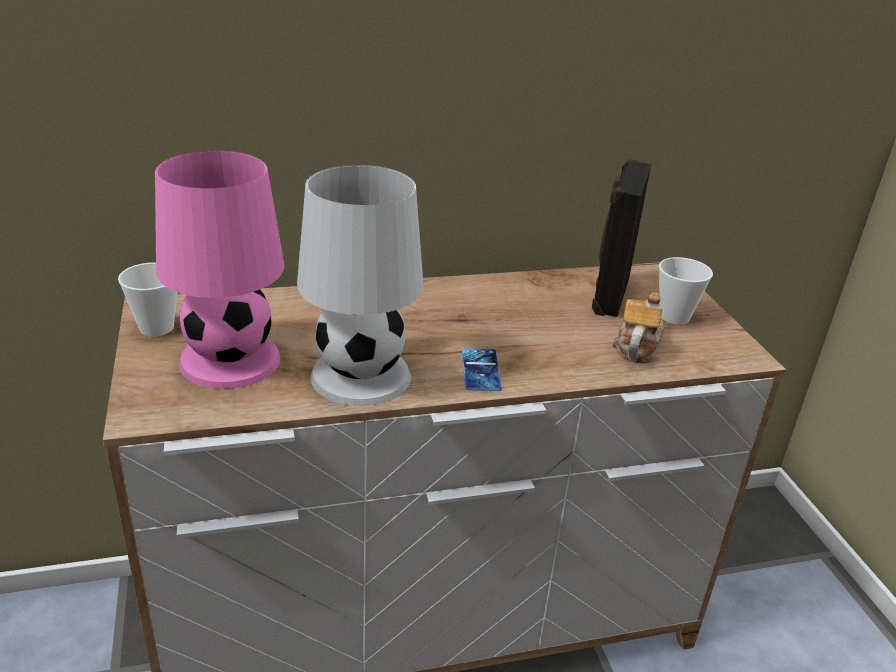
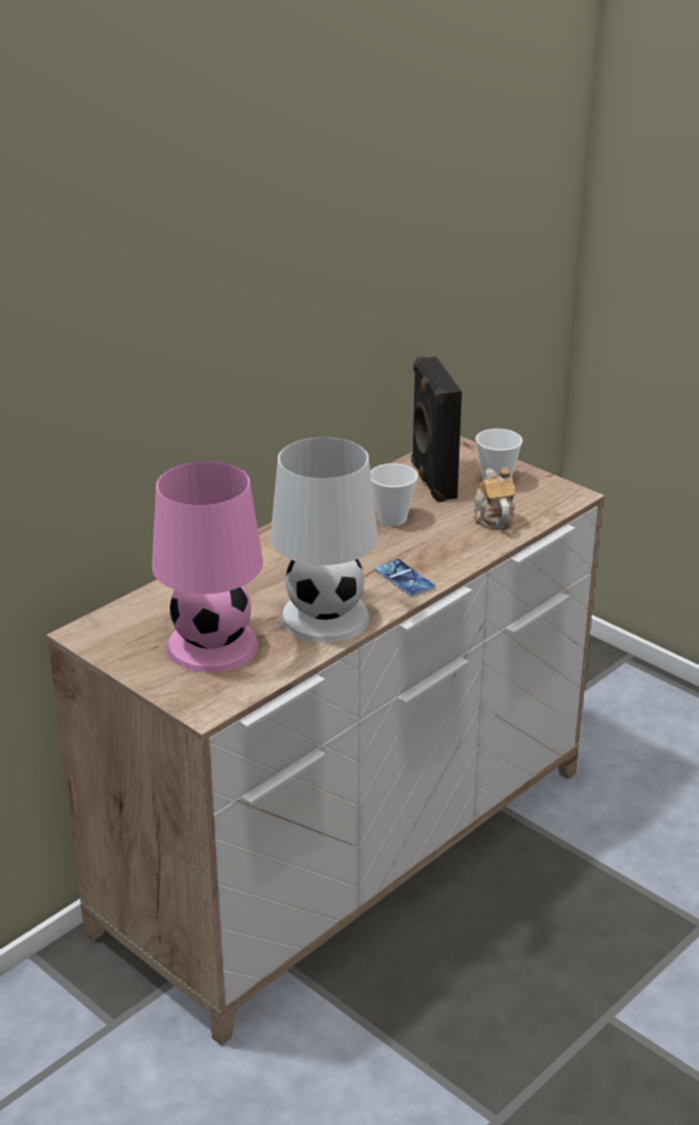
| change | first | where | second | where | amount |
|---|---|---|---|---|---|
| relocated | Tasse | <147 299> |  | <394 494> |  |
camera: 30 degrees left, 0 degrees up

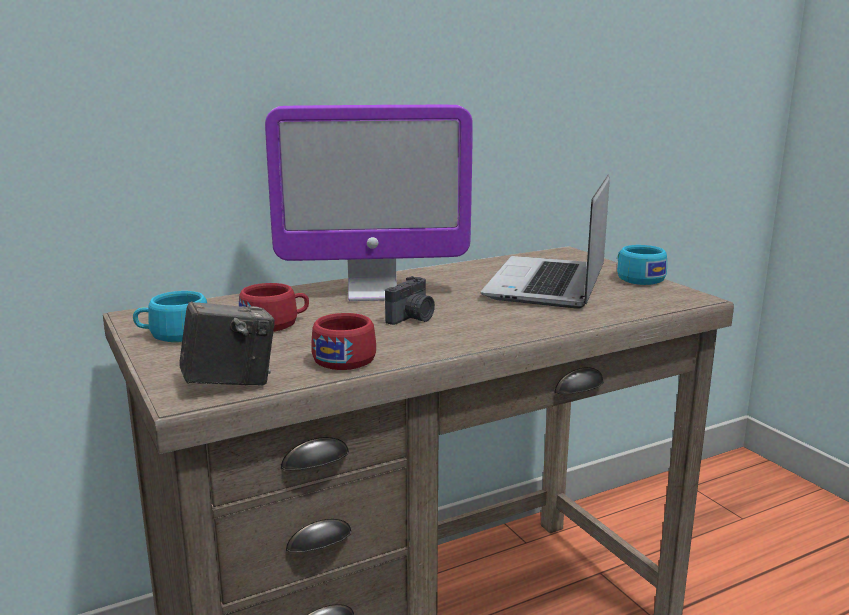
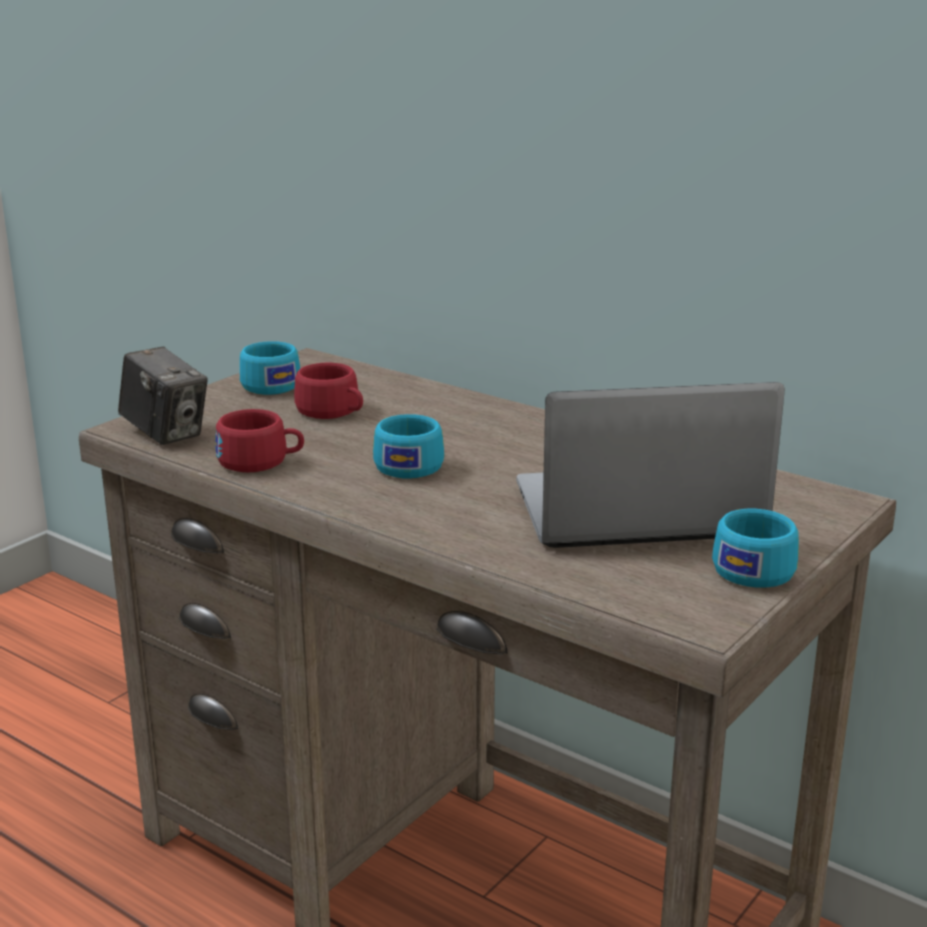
| change | first | where | second | where | amount |
|---|---|---|---|---|---|
| missing | Monitor | <369 203> |  |  |  |
| exchanged | Kamera | <410 300> | Tasse (türkis) | <408 446> |  |
camera: 65 degrees right, 5 degrees up

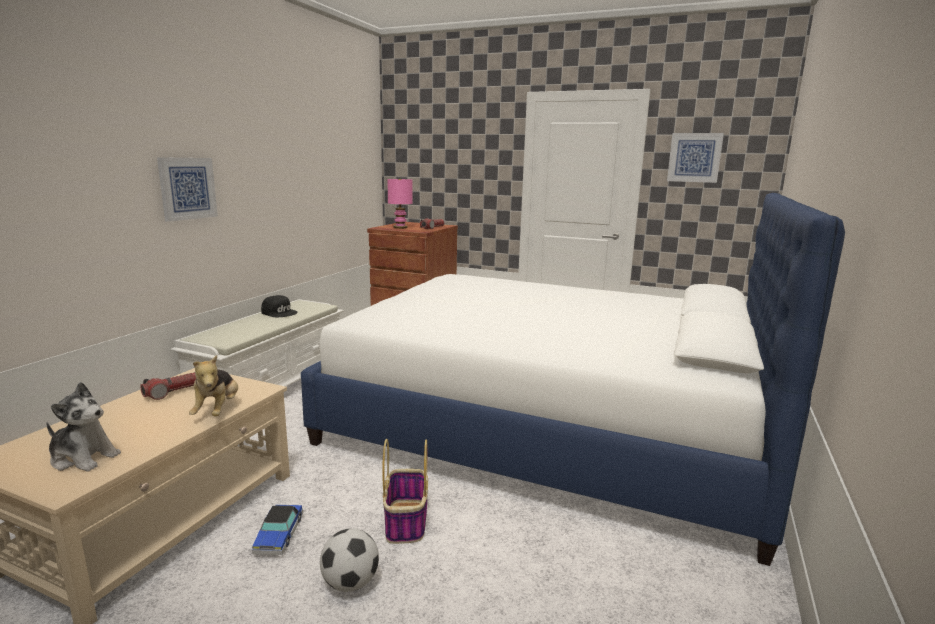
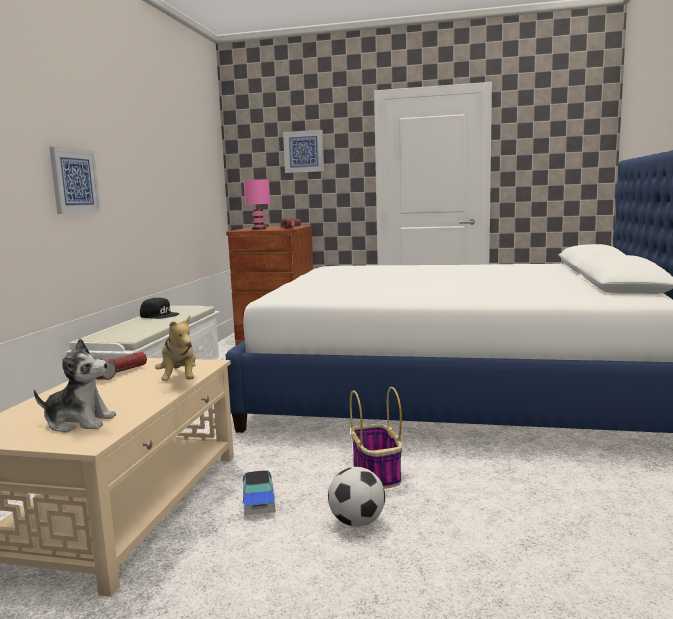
| change | first | where | second | where | amount |
|---|---|---|---|---|---|
| relocated | Bild | <695 158> |  | <303 151> |  |
camera: 10 degrees left, 5 degrees down

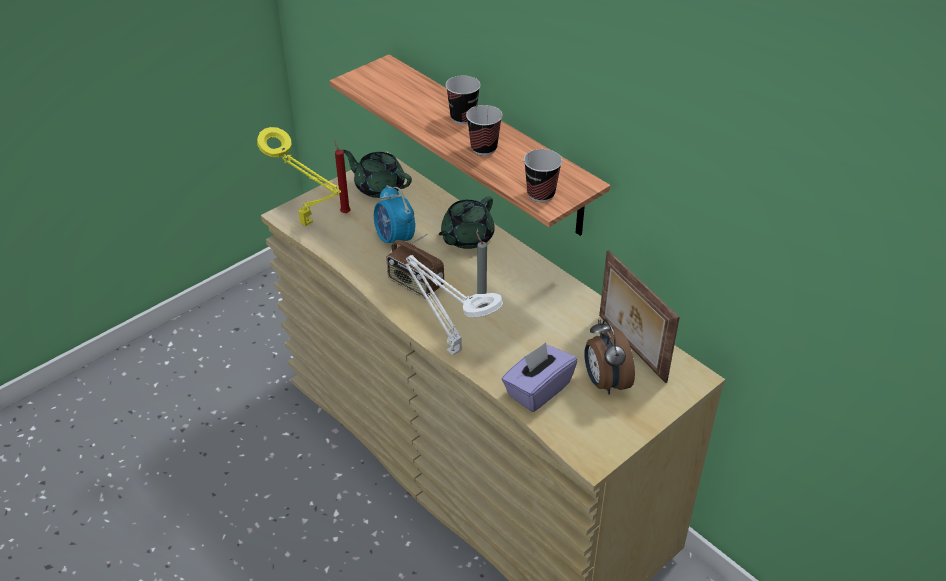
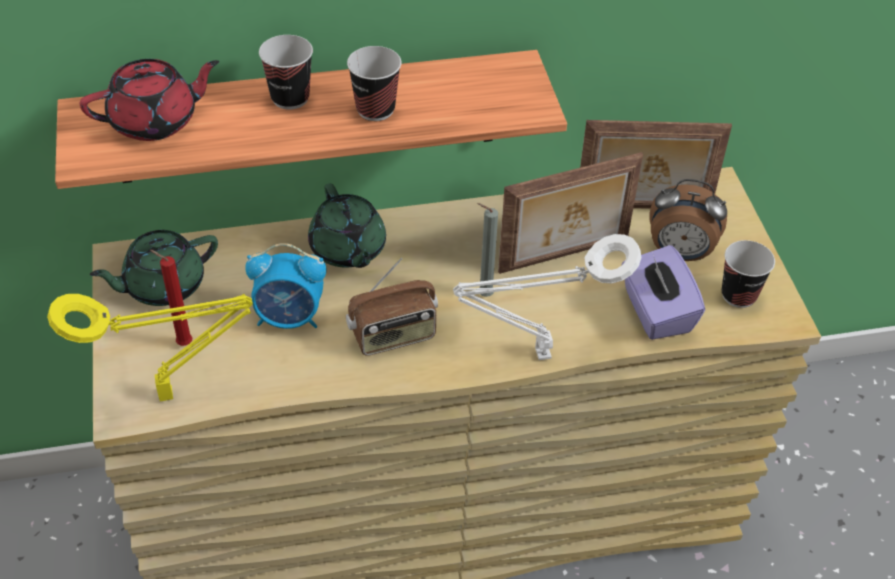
| change | first | where | second | where | amount |
|---|---|---|---|---|---|
| relocated | Tasse | <543 175> |  | <748 274> |  |
| appeared |  |  | Teekanne (rot) | <149 100> |  |
| appeared |  |  | Bilderrahmen | <570 213> |  |
camera: 60 degrees left, 5 degrees up

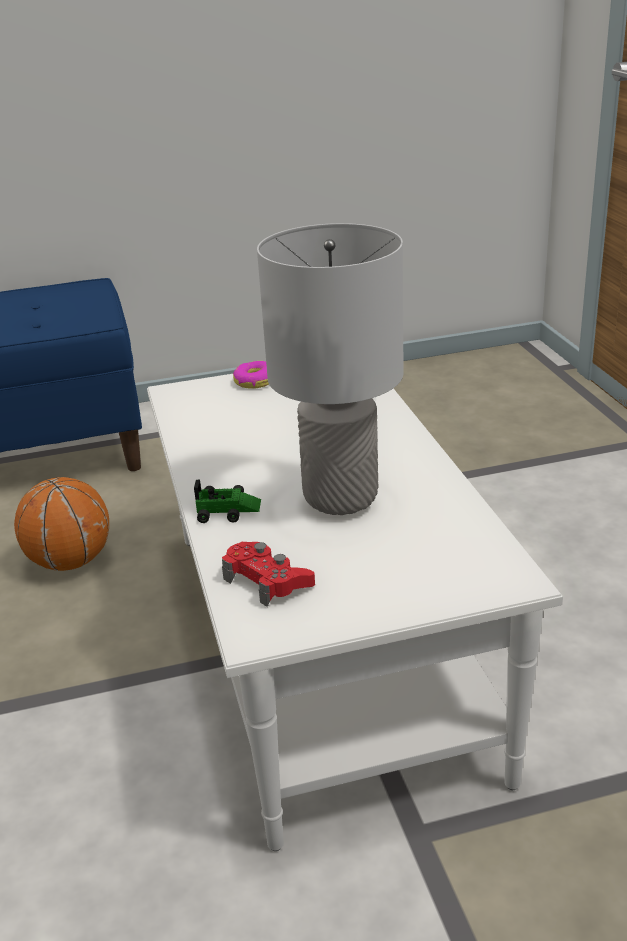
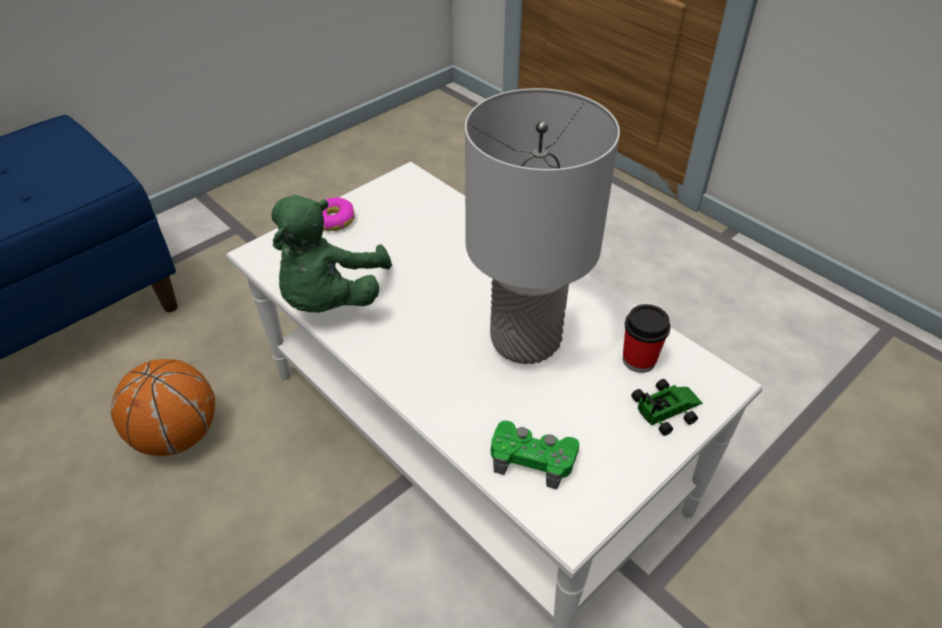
| change | first | where | second | where | amount |
|---|---|---|---|---|---|
| relocated | Spielzeugauto | <227 501> |  | <667 407> |  |
| colour | Gamepad (rot) | <268 574> | Gamepad (grün) | <535 455> |  |
| appeared |  |  | Plüschtier (grün) | <331 254> |  |
| appeared |  |  | Tasse | <647 338> |  |
camera: 30 degrees left, 15 degrees up

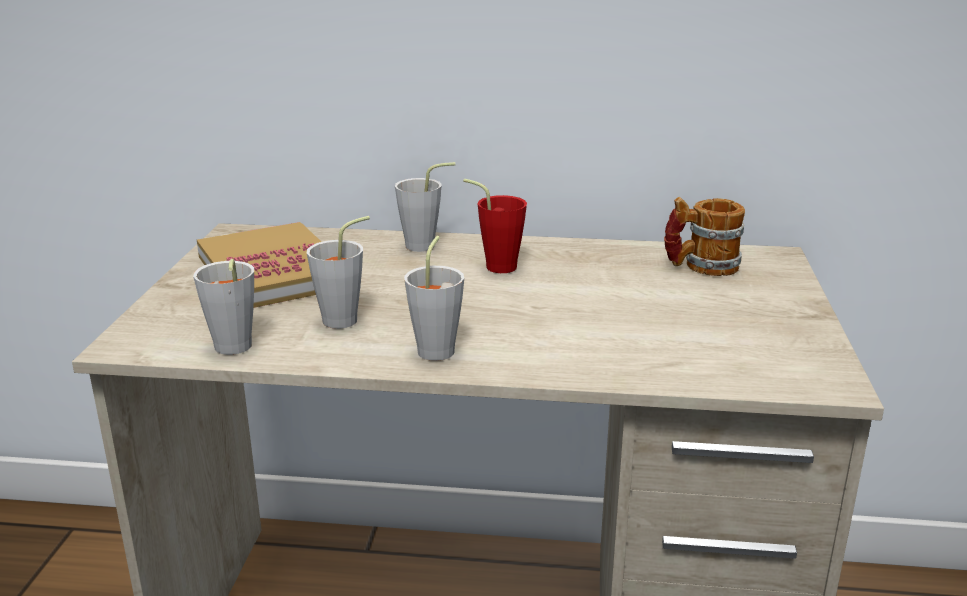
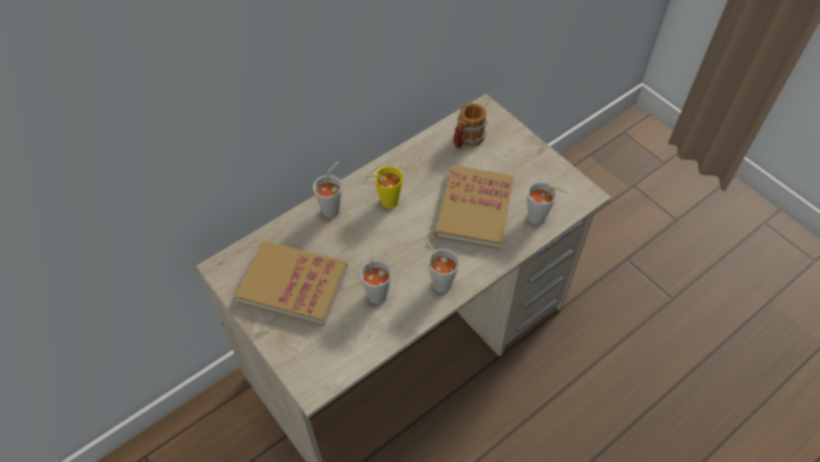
| change | first | where | second | where | amount |
|---|---|---|---|---|---|
| colour | Tasse (rot) | <495 226> | Tasse (gelb) | <384 187> |  |
| relocated | Tasse (grau) | <223 307> |  | <548 203> |  |
| appeared |  |  | Buch | <474 207> |  |
camera: 45 degrees left, 30 degrees up

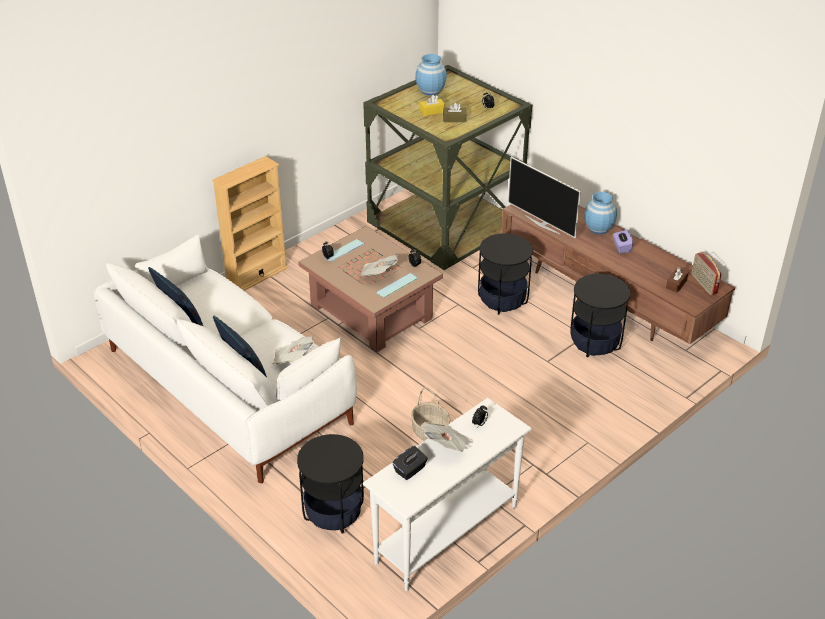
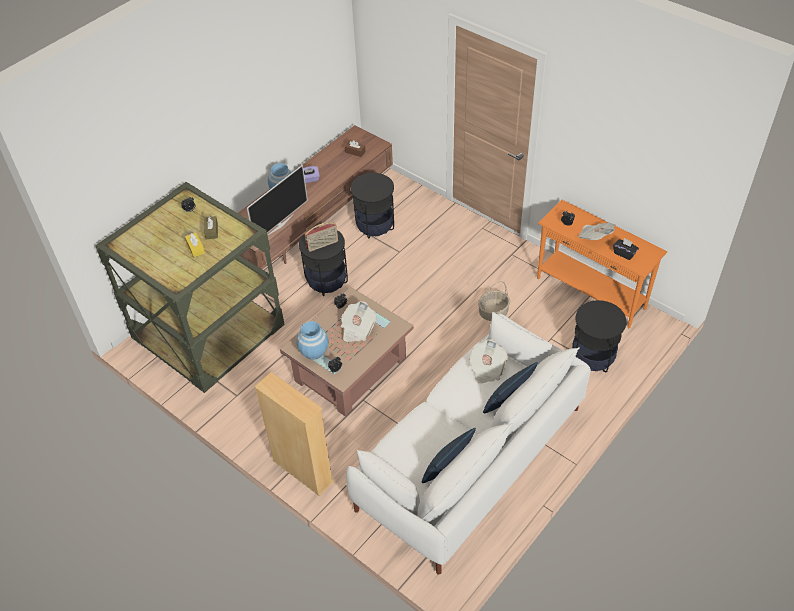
| change | first | where | second | where | amount |
|---|---|---|---|---|---|
| relocated | Vase (blau) | <431 75> |  | <312 340> |  |
| relocated | Radio | <706 273> |  | <321 237> |  |
| colour | Konsolentisch (weiß) | <447 494> | Konsolentisch (orange) | <602 264> |  |
camera: 95 degrees left, 10 degrees up

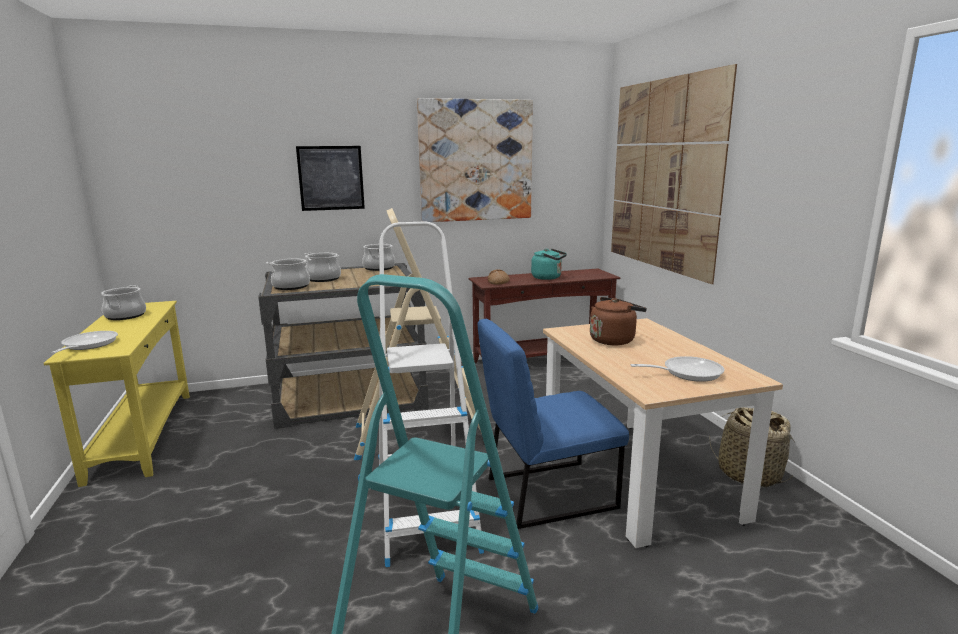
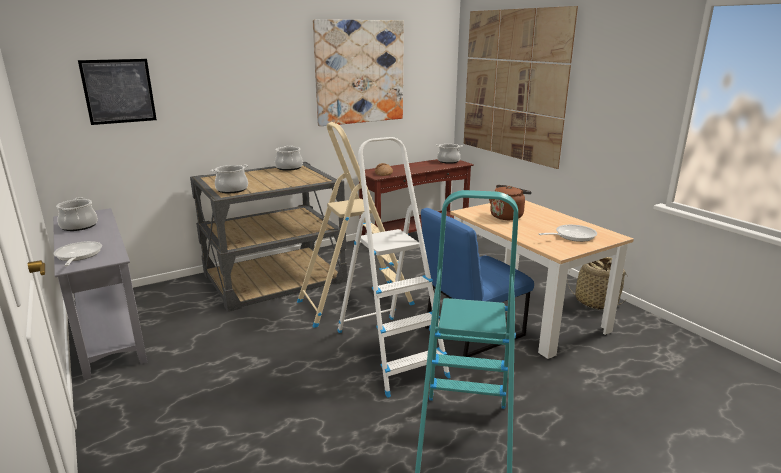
| change | first | where | second | where | amount |
|---|---|---|---|---|---|
| relocated | Bild | <330 178> |  | <117 92> |  |
| missing | Wasserkessel (türkis) | <549 264> |  |  |  |
| relocated | Kochtopf | <322 267> |  | <449 154> |  |
| colour | Konsolentisch (gelb) | <117 394> | Konsolentisch (grau) | <100 294> |  |
camera: 15 degrees left, 5 degrees up

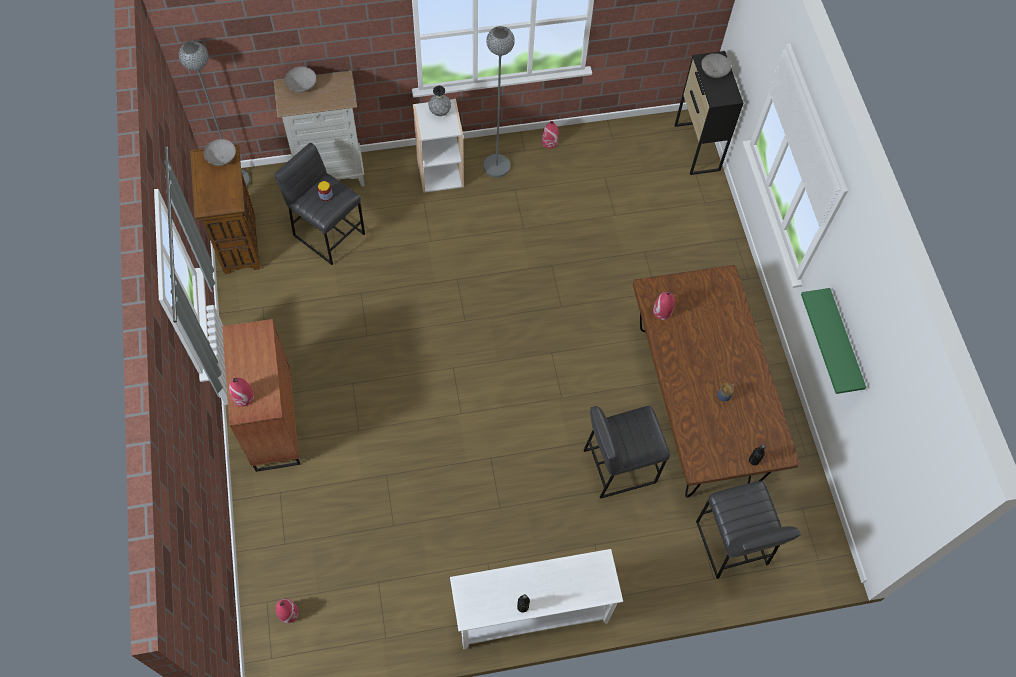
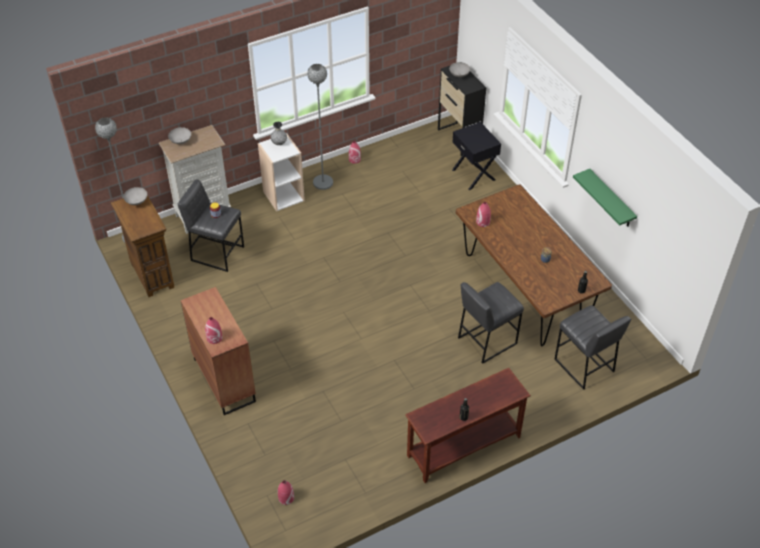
| change | first | where | second | where | amount |
|---|---|---|---|---|---|
| colour | Konsolentisch (weiß) | <536 599> | Konsolentisch (braun) | <468 425> |  |
| appeared |  |  | Nachttisch (schwarz) | <476 156> |  |
camera: 15 degrees left, 15 degrees down

